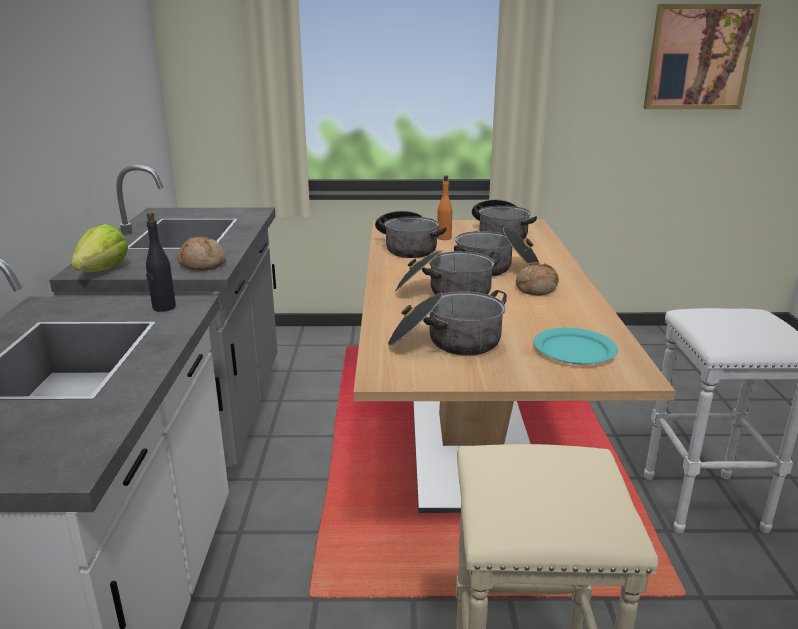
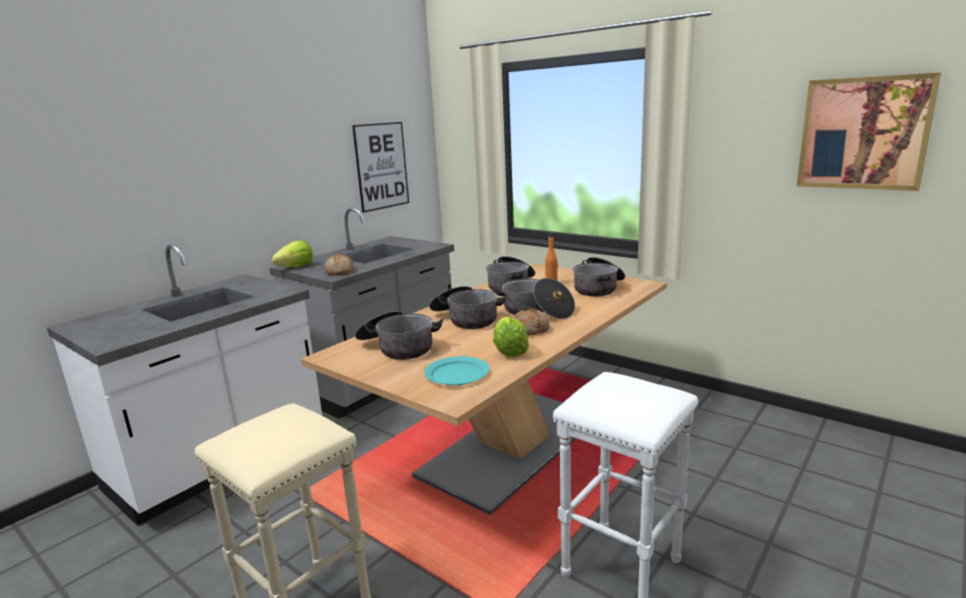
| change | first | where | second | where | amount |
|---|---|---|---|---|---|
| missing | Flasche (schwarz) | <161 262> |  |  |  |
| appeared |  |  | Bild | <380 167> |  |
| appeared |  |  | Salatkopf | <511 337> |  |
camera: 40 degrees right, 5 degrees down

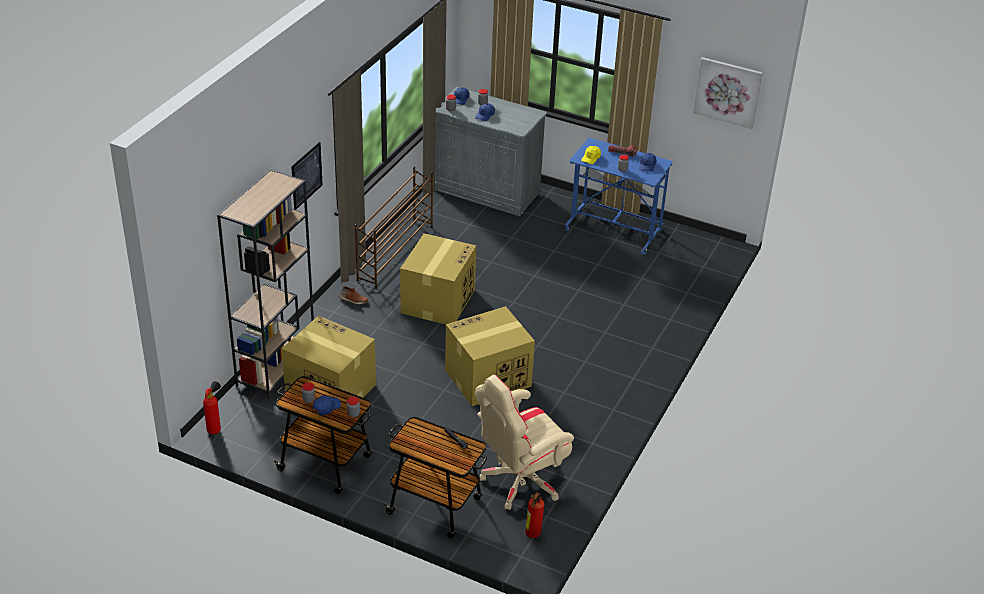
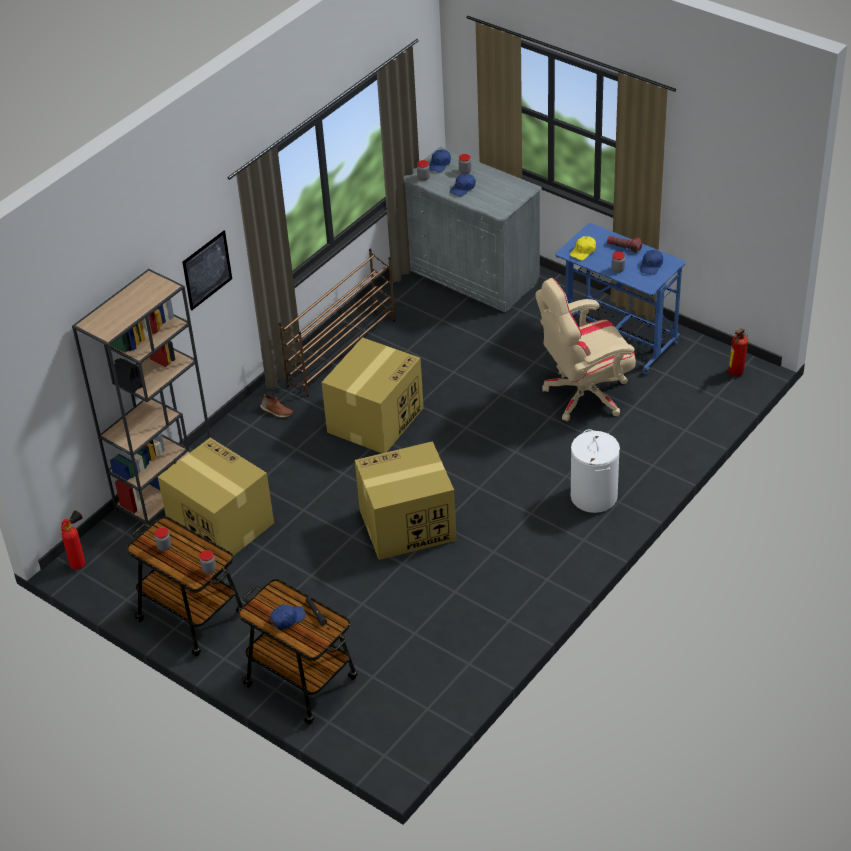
| change | first | where | second | where | amount |
|---|---|---|---|---|---|
| missing | Bild | <728 93> |  |  |  |
| relocated | Bürostuhl (beige) | <524 442> |  | <586 349> |  |
| relocated | Kappe (blau) | <327 405> |  | <288 617> |  |
| relocated | Feuerlöscher | <534 515> |  | <738 352> |  |
| appeared |  |  | Wäschekorb (weiß) | <595 471> |  |
camera: 15 degrees right, 5 degrees up

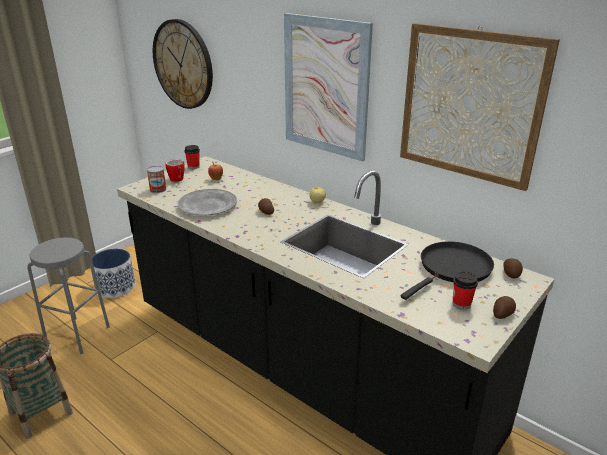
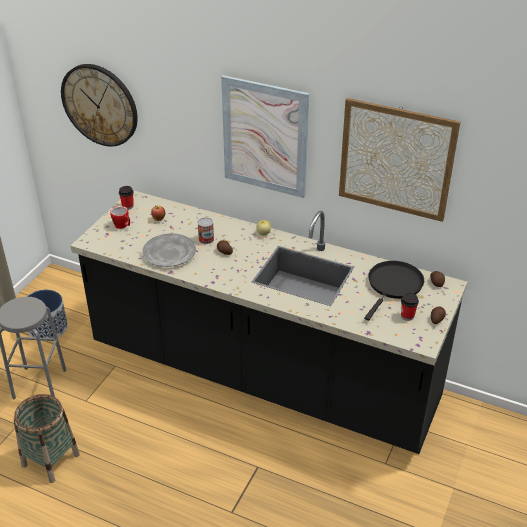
| change | first | where | second | where | amount |
|---|---|---|---|---|---|
| relocated | Dose | <157 179> |  | <206 230> |  |
camera: 15 degrees left, 10 degrees up

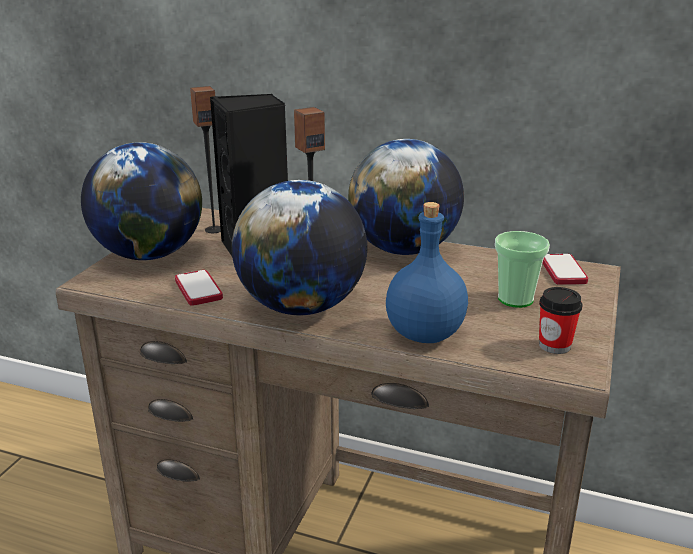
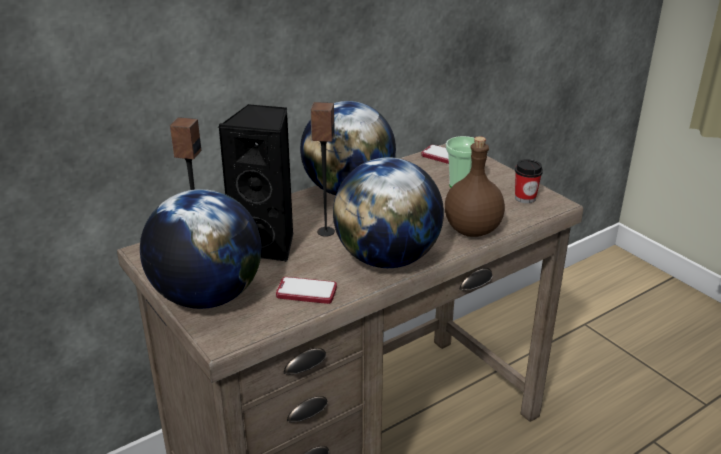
| change | first | where | second | where | amount |
|---|---|---|---|---|---|
| colour | Flasche (blau) | <427 272> | Flasche (braun) | <475 186> |  |
camera: 55 degrees left, 5 degrees up

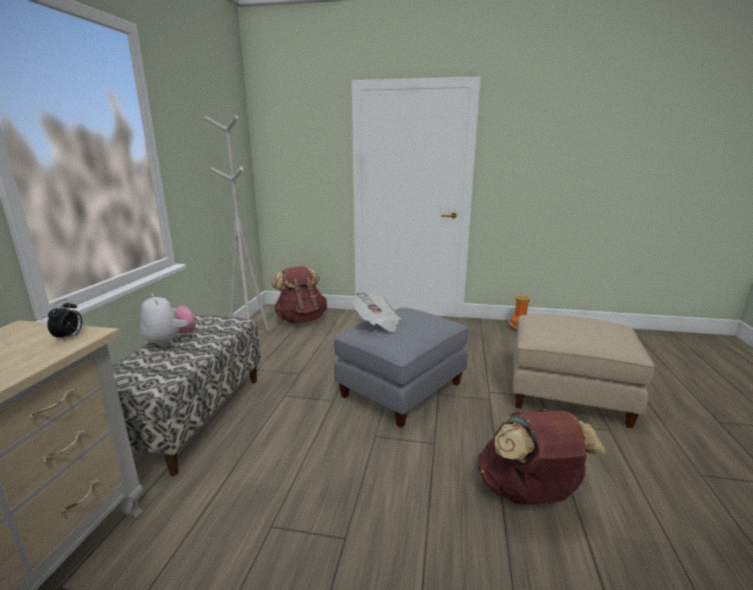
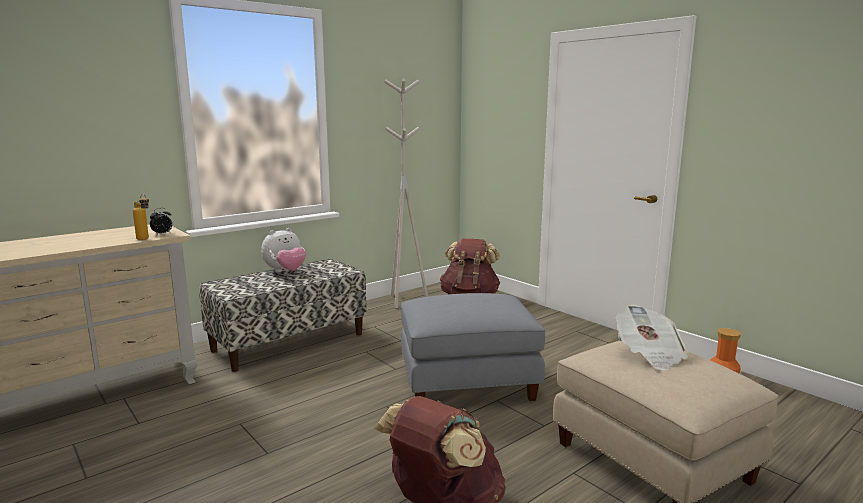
| change | first | where | second | where | amount |
|---|---|---|---|---|---|
| relocated | Zeitung | <376 311> |  | <652 338> |  |
| spun | Plüschtier | <168 320> |  | <283 250> | 45 degrees clockwise |
| appeared |  |  | Flasche | <141 217> |  |
camera: 40 degrees right, 5 degrees down

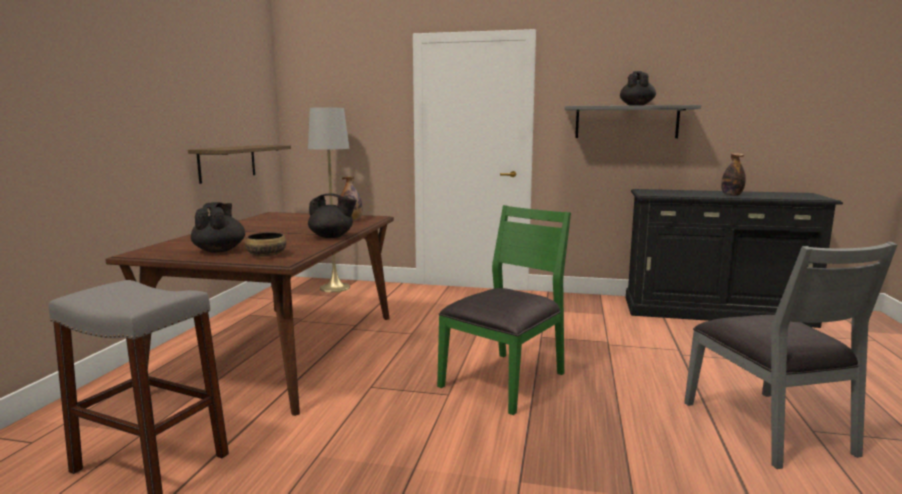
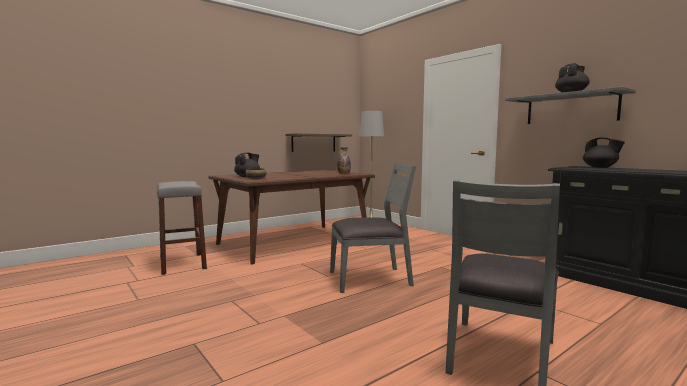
| change | first | where | second | where | amount |
|---|---|---|---|---|---|
| missing | Flasche | <733 174> |  |  |  |
| relocated | Teekanne (schwarz) | <332 215> |  | <604 152> |  |
| colour | Stuhl (grün) | <504 310> | Stuhl (grau) | <373 228> |  |
camera: 40 degrees right, 5 degrees down

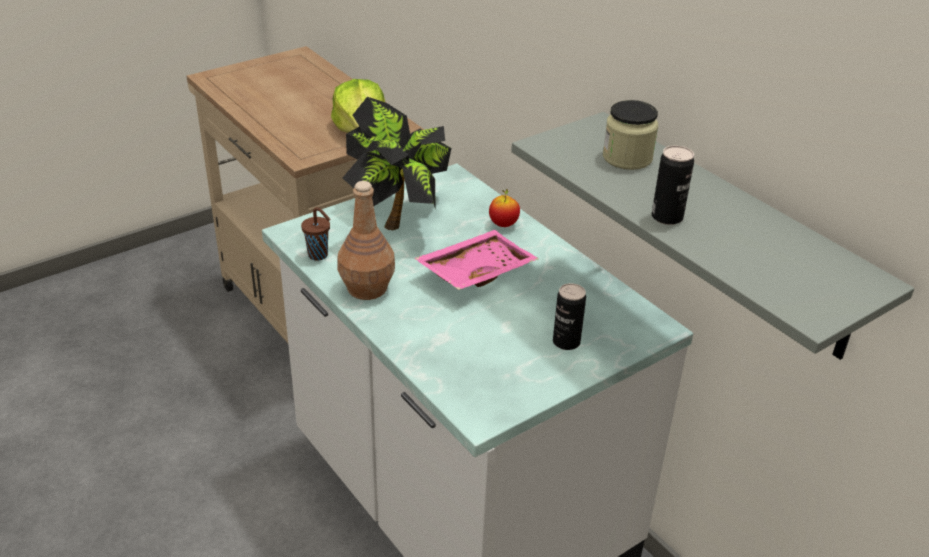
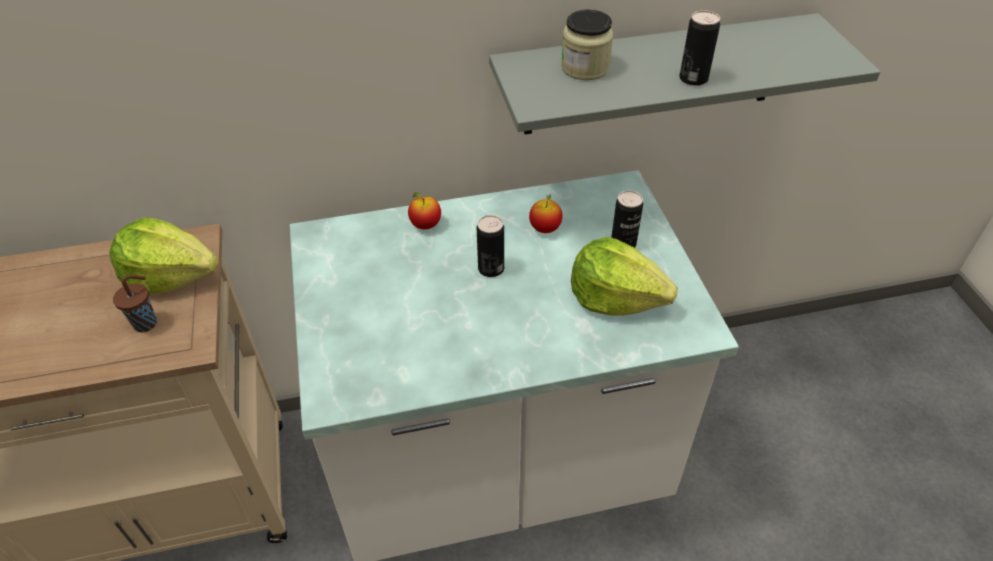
| change | first | where | second | where | amount |
|---|---|---|---|---|---|
| missing | Topfpflanze | <397 163> |  |  |  |
| missing | Flasche (braun) | <366 240> |  |  |  |
| relocated | Tasse (braun) | <316 234> |  | <135 303> |  |
| exchanged | Tablett (rosa) | <476 260> | Dose | <490 246> |  |
| appeared |  |  | Apfel | <545 213> |  |
| appeared |  |  | Salatkopf | <624 276> |  |
camera: 65 degrees left, 10 degrees up

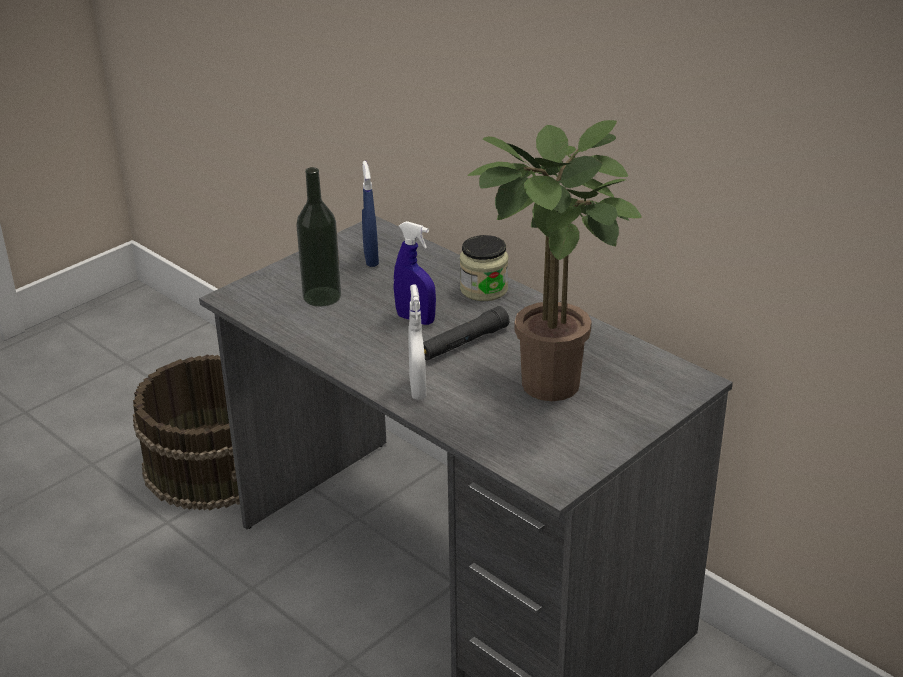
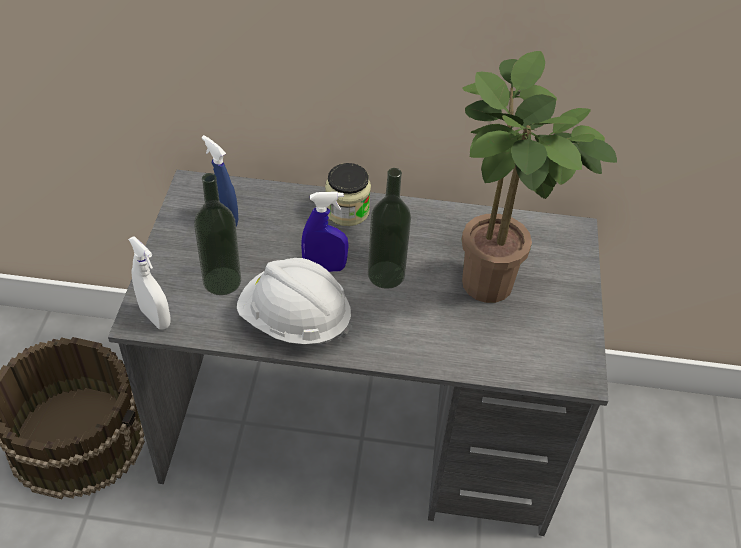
| change | first | where | second | where | amount |
|---|---|---|---|---|---|
| relocated | Sprühflasche (weiß) | <417 342> |  | <149 282> |  |
| exchanged | Taschenlampe (schwarz) | <466 333> | Flasche | <389 228> |  |
| appeared |  |  | Schutzhelm (weiß) | <294 301> |  |
camera: 40 degrees left, 15 degrees up

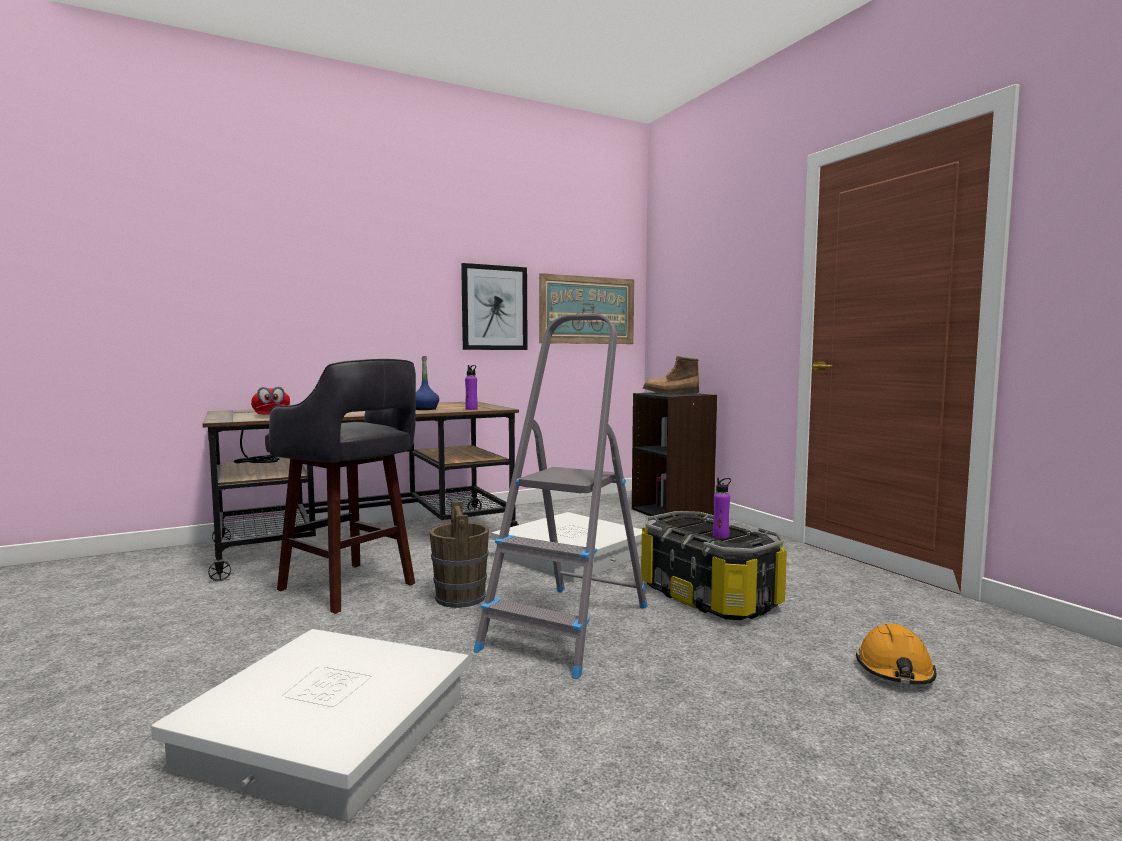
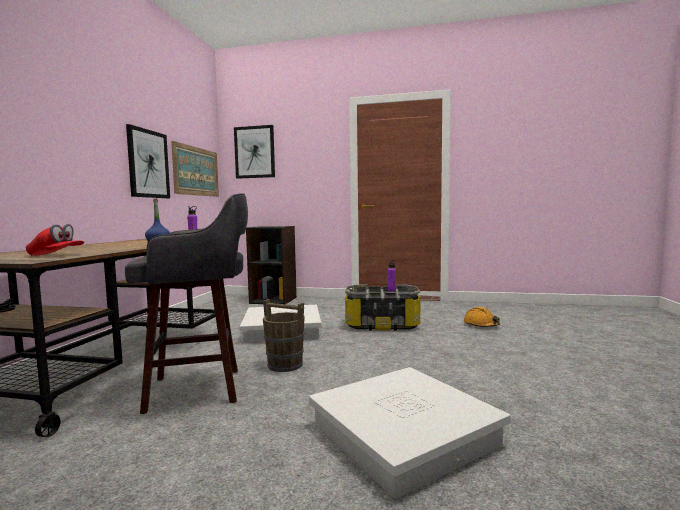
| change | first | where | second | where | amount |
|---|---|---|---|---|---|
| missing | Trittleiter (grau) | <560 496> |  |  |  |
| missing | Stiefel | <671 375> |  |  |  |
| appeared |  |  | Bild | <254 152> |  |
camera: 50 degrees left, 0 degrees up

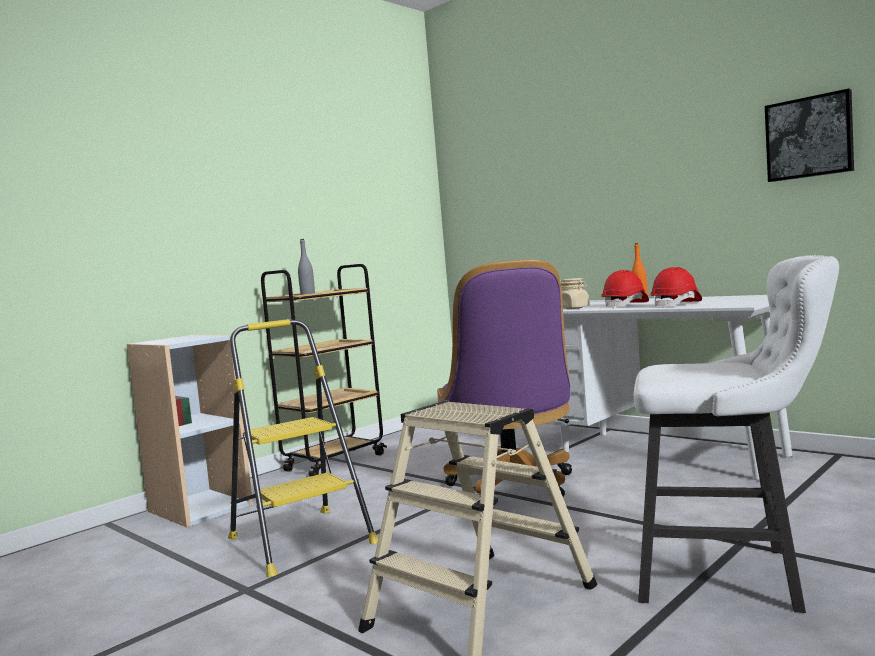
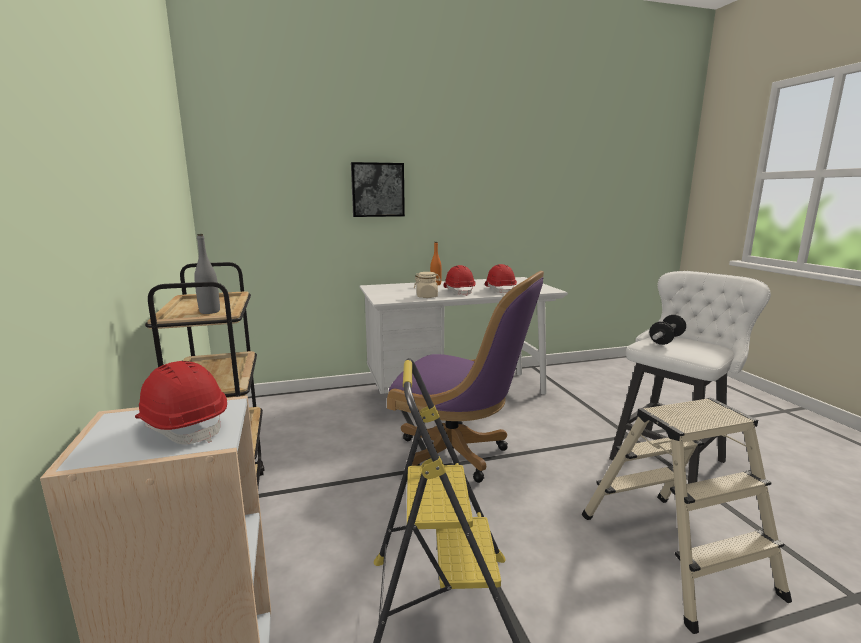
| change | first | where | second | where | amount |
|---|---|---|---|---|---|
| relocated | Bild | <809 135> |  | <378 189> |  |
| appeared |  |  | Hantel | <667 330> |  |
| appeared |  |  | Schutzhelm (rot) | <181 403> |  |
camera: 60 degrees left, 10 degrees up

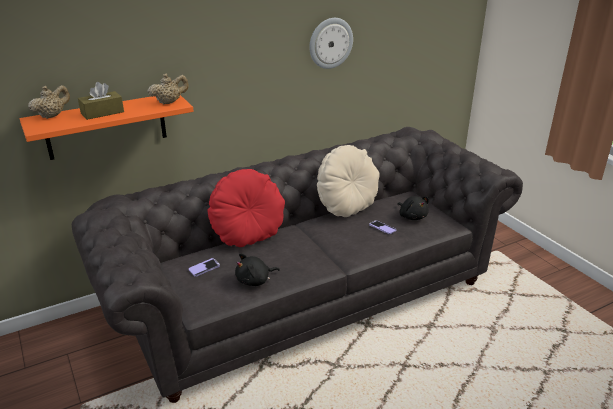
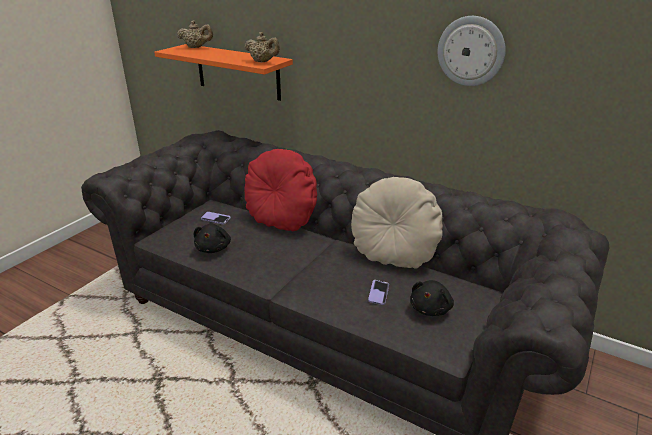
| change | first | where | second | where | amount |
|---|---|---|---|---|---|
| missing | Taschentuchbox (braun) | <101 101> |  |  |  |
| spun | Plüschtier (schwarz) | <257 269> |  | <212 238> | 120 degrees counterclockwise |
camera: 60 degrees right, 0 degrees up

